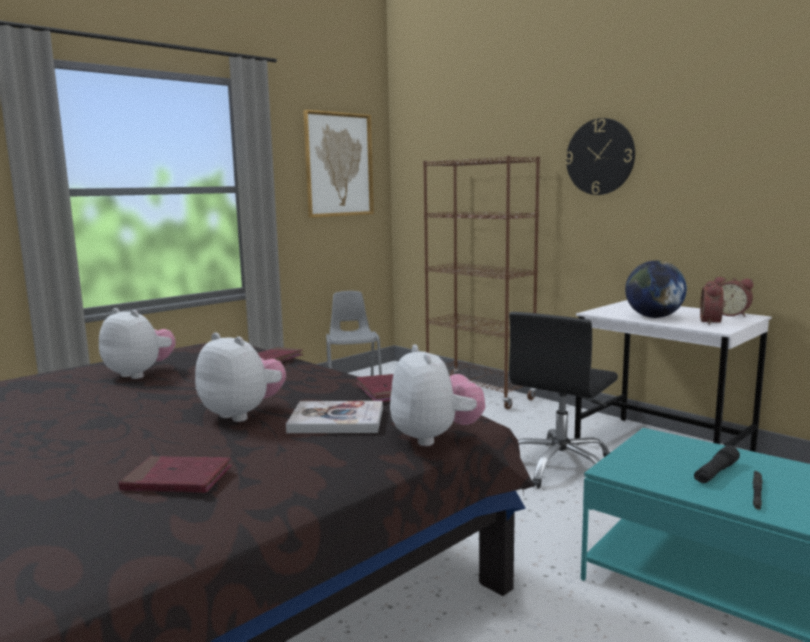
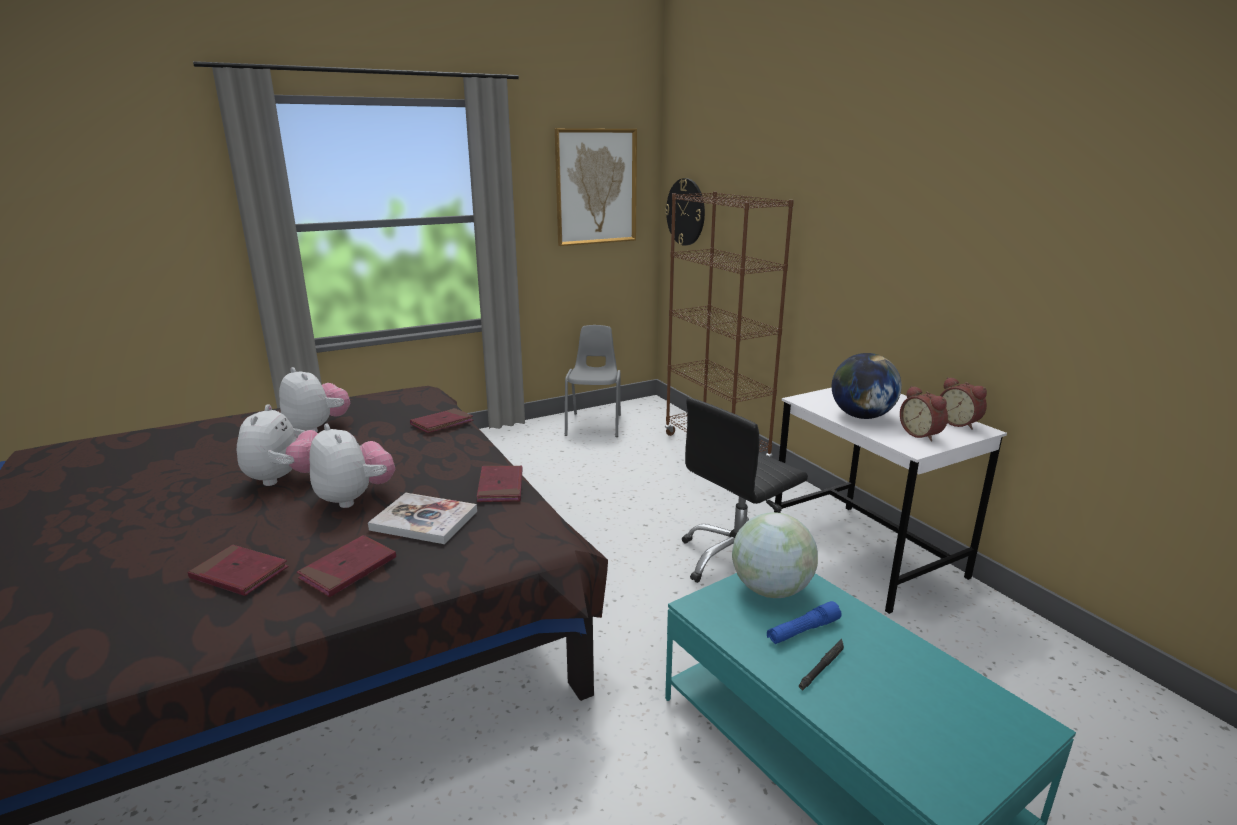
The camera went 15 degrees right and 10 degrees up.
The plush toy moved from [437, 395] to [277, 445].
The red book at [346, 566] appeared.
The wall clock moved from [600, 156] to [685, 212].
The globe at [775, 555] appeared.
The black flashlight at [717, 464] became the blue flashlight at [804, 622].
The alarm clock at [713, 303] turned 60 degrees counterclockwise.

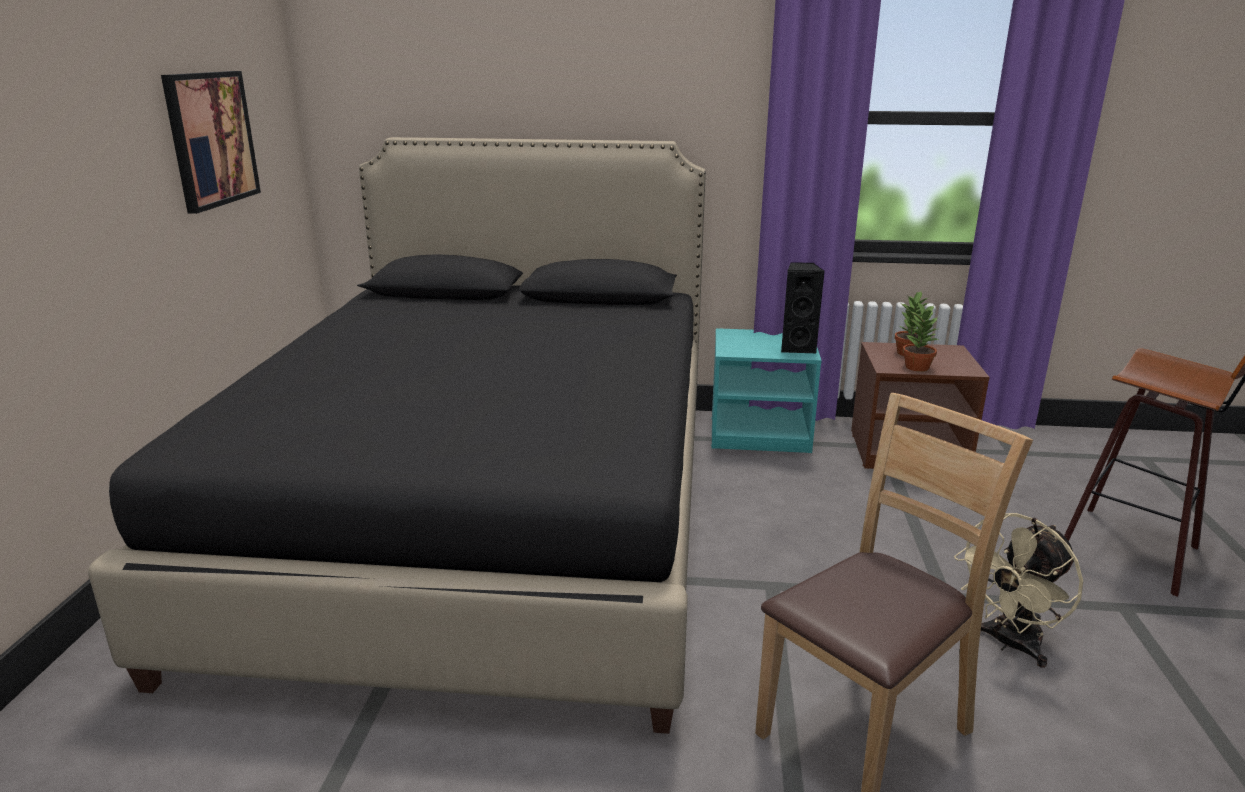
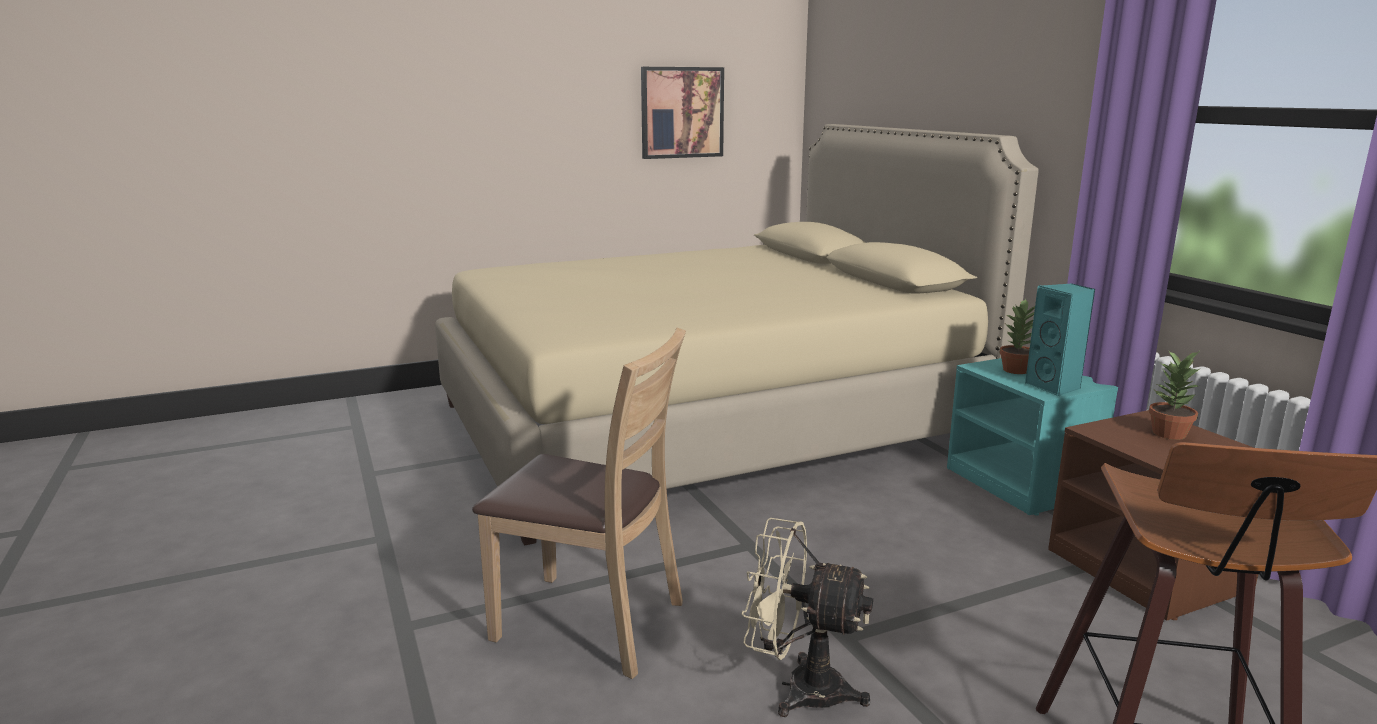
The camera went 60 degrees right and 5 degrees down.
The black bed at [397, 435] became the beige bed at [737, 335].
The potted plant moved from [921, 337] to [1017, 336].
The black speaker at [803, 308] became the turquoise speaker at [1060, 339].

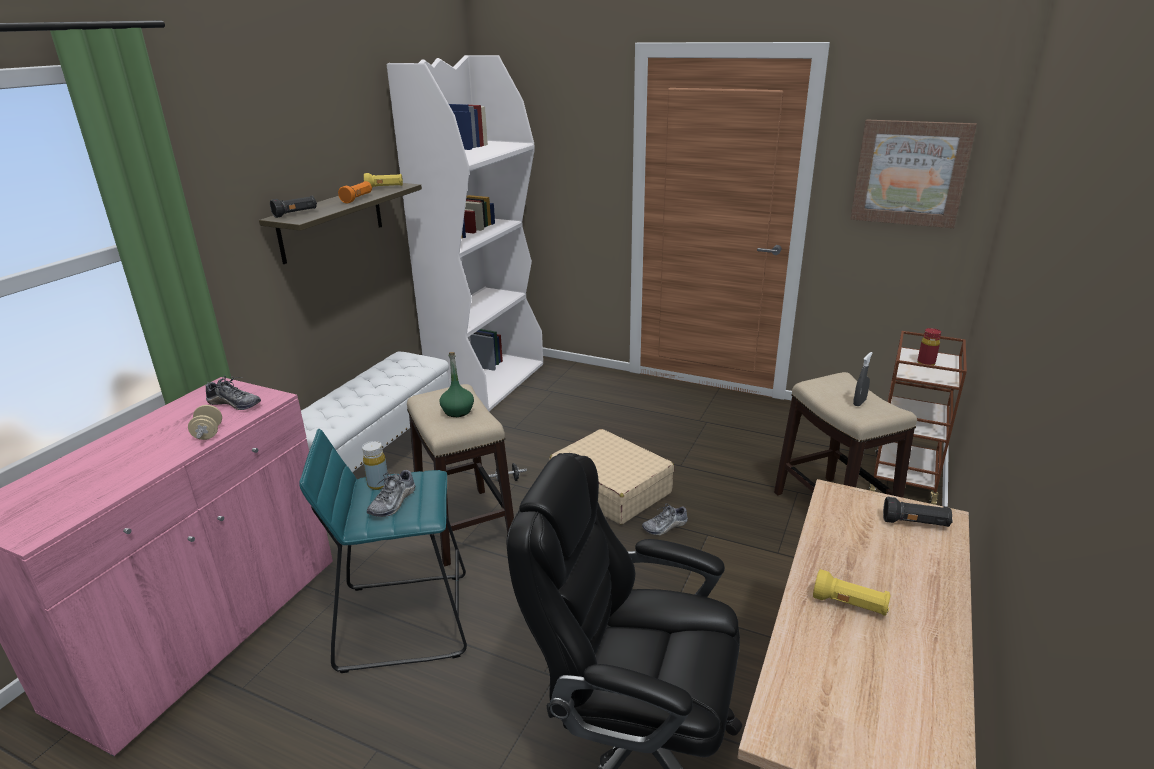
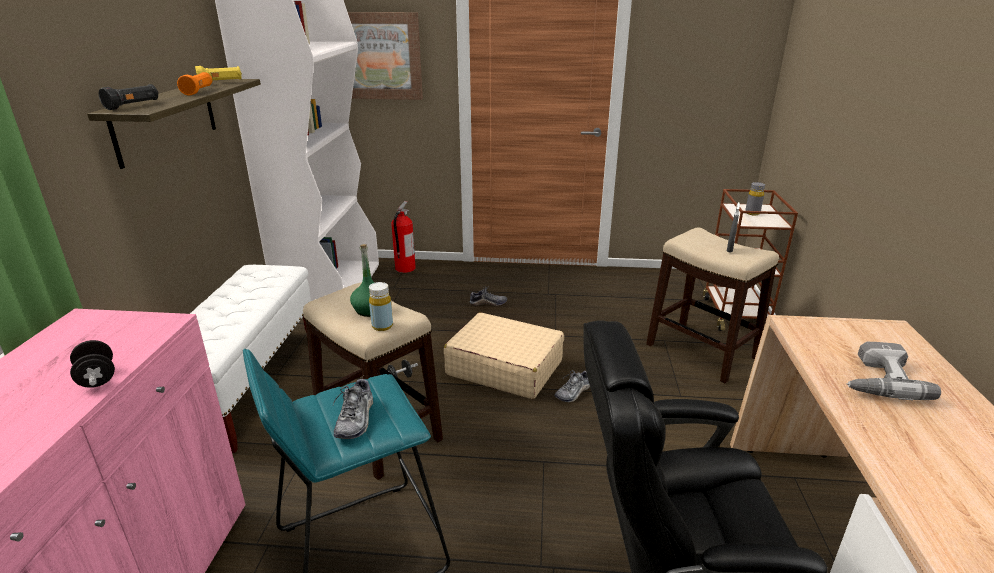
The camera went 20 degrees left and 0 degrees up.
The beige dumbbell at [205, 422] became the black dumbbell at [92, 364].
The picture moved from [913, 173] to [385, 56].
The yellow bottle moved from [375, 465] to [381, 306].
The fire extinguisher at [403, 237] appeared.
The shoe moved from [233, 392] to [488, 296].
The red bottle at [929, 346] became the grey bottle at [755, 198].
The power drill at [894, 371] appeared.
The yellow flashlight at [852, 592] disappeared.
The black flashlight at [918, 512] disappeared.

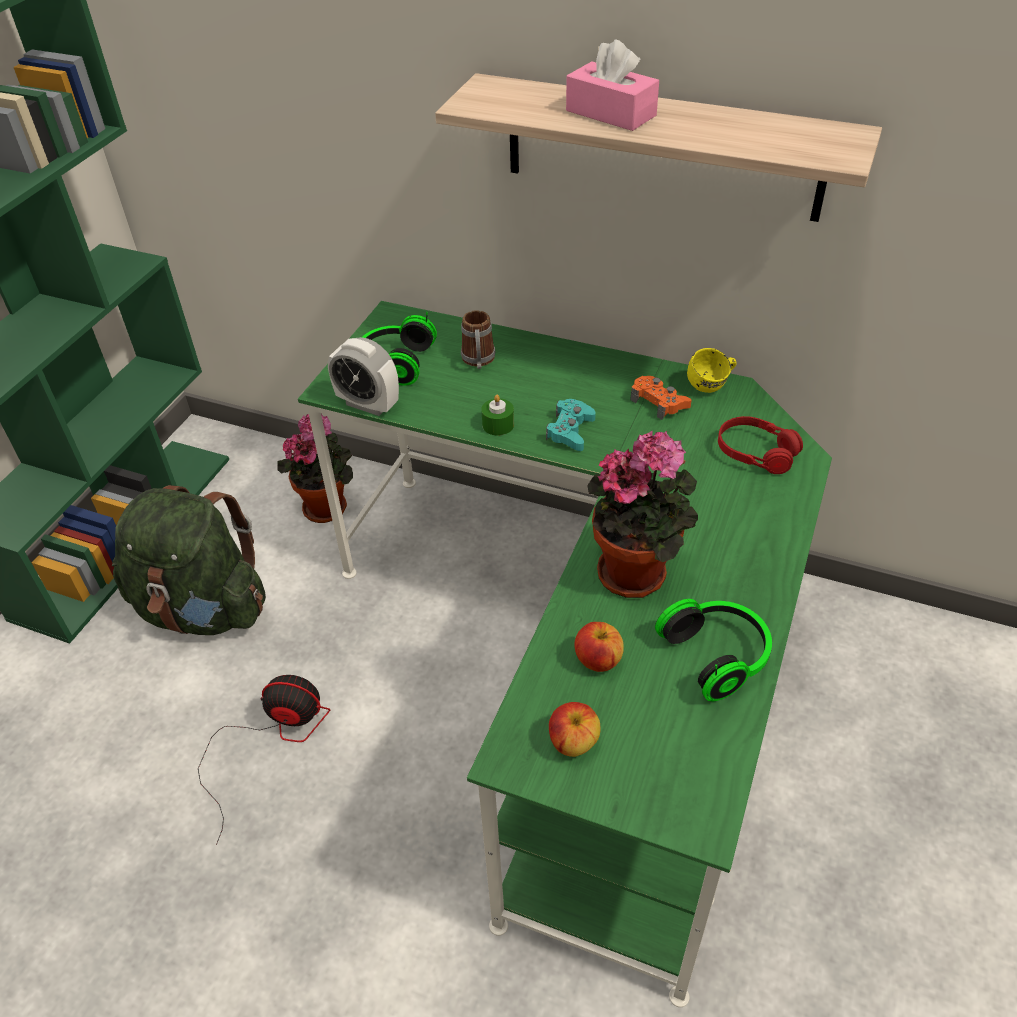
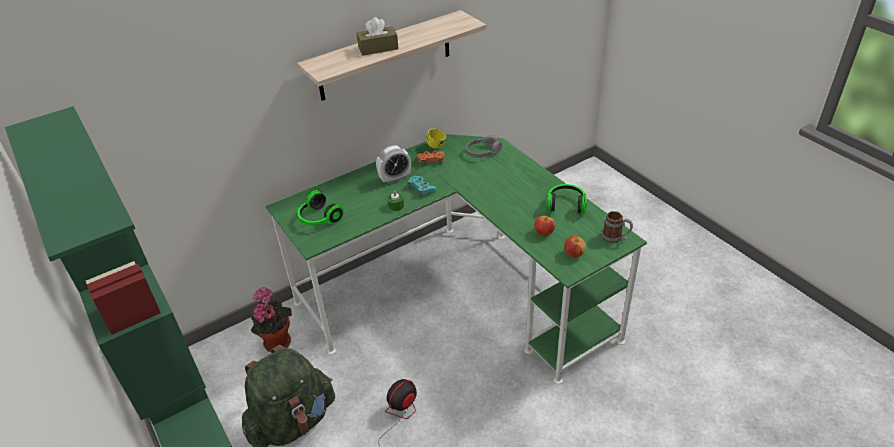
The camera went 55 degrees left and 5 degrees down.
The pink tissue box at [612, 85] became the brown tissue box at [377, 36].
The alarm clock moved from [363, 376] to [393, 164].
The red headphones at [760, 445] became the grey headphones at [484, 146].
The mug moved from [478, 339] to [617, 227].
The potted plant at [642, 514] disappeared.

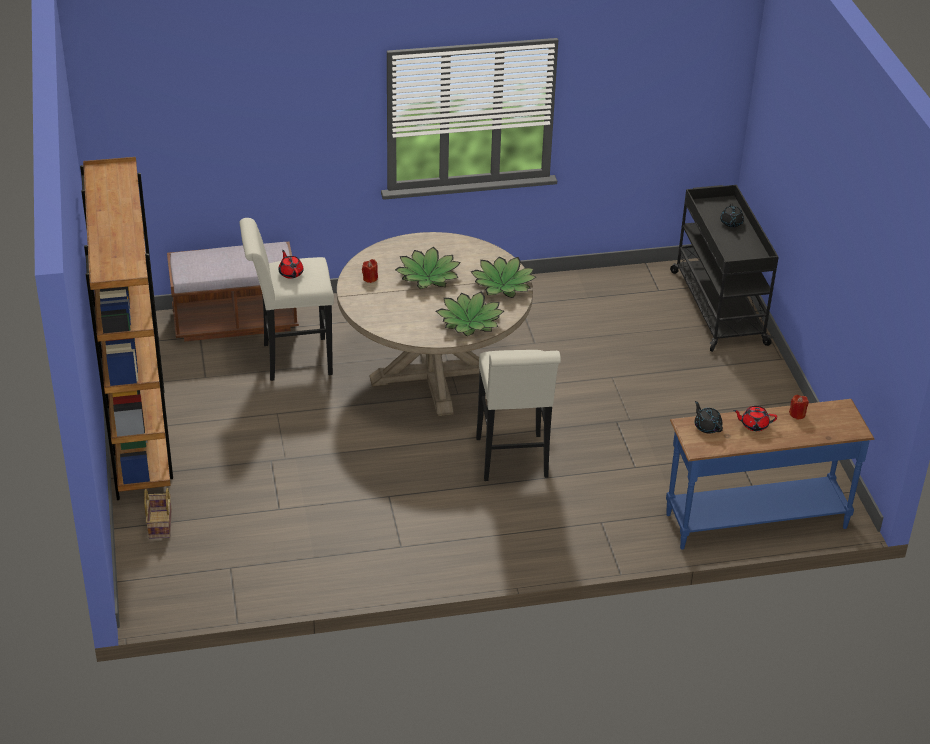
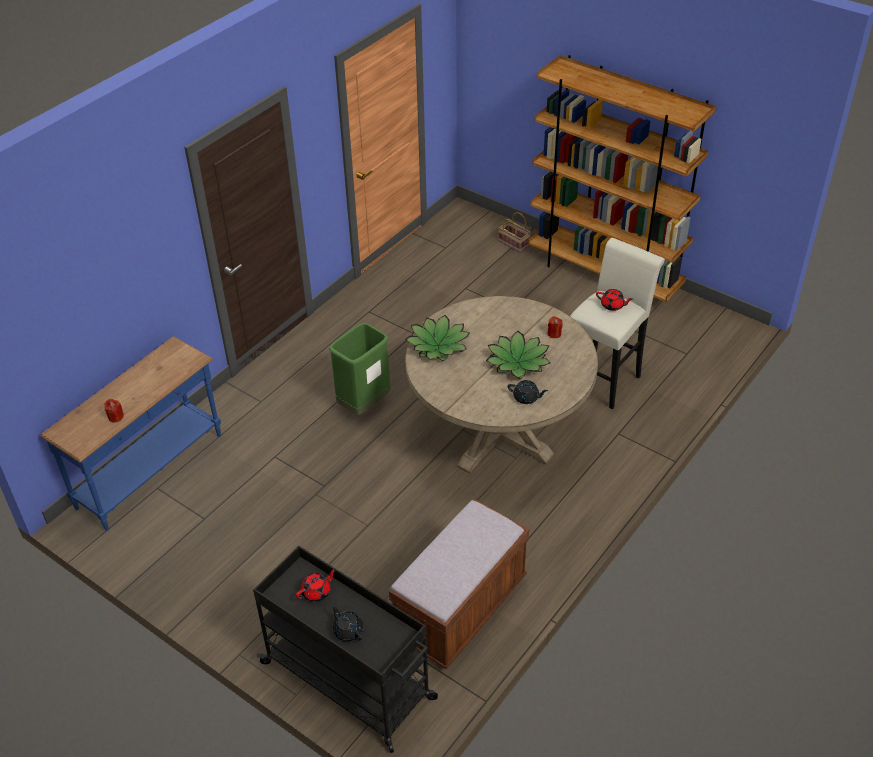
The camera went 140 degrees right and 5 degrees up.
The red teapot moved from [755, 418] to [316, 585].
The white stool at [518, 415] was replaced by the green trash can at [359, 369].
The brown bench moved from [233, 292] to [459, 584].
The black teapot moved from [709, 417] to [528, 392].
The potted plant at [503, 277] disappeared.

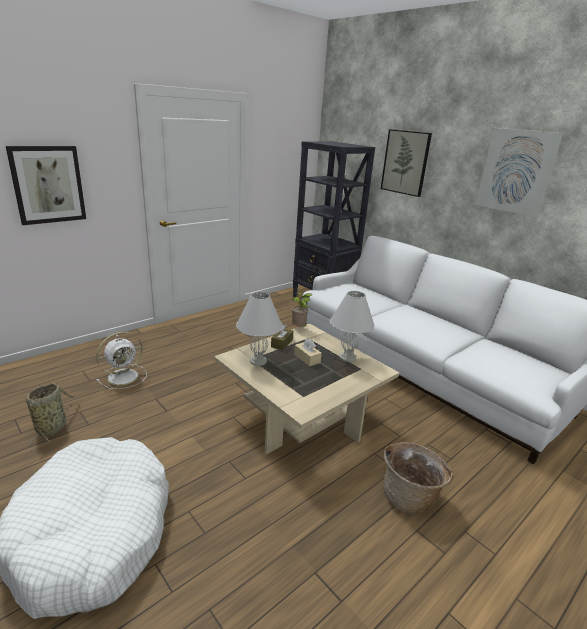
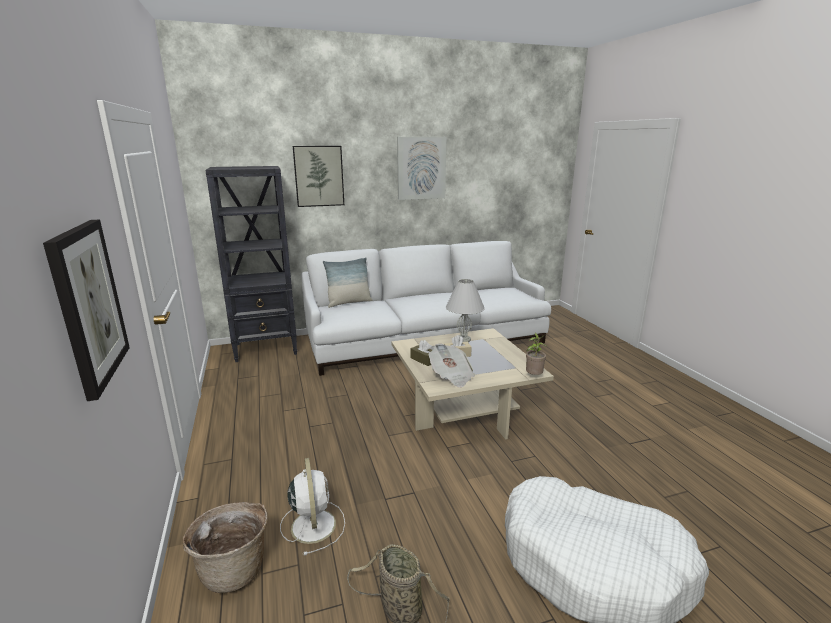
The camera went 65 degrees left and 5 degrees down.
The basket moved from [418, 478] to [225, 547].
The pillow at [348, 282] appeared.
The white table lamp at [259, 329] was replaced by the newspaper at [452, 365].
The potted plant moved from [302, 310] to [536, 354].

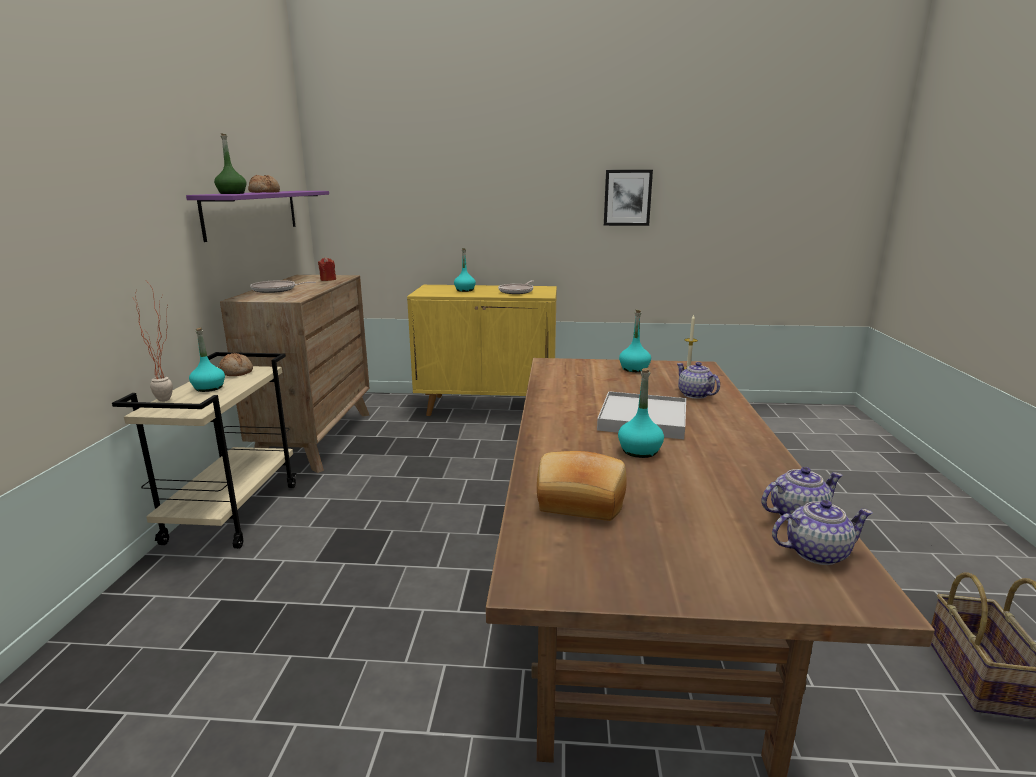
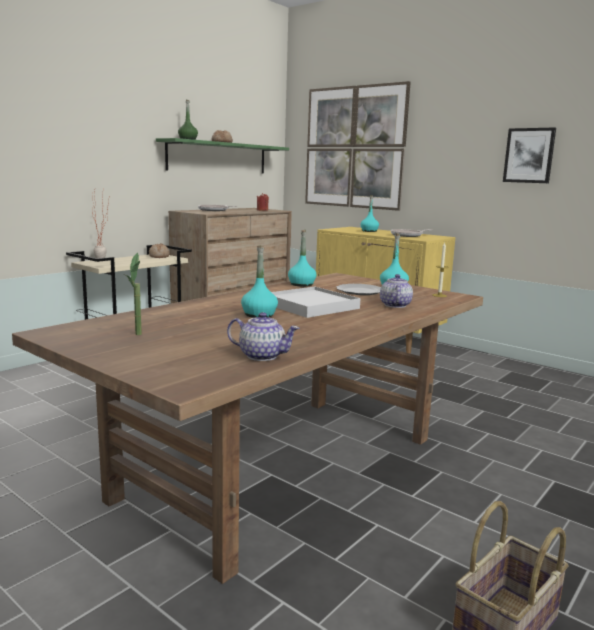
The camera went 35 degrees right and 5 degrees down.
The potted plant at [133, 293] appeared.
The purple shelf at [257, 216] became the green shelf at [222, 156].
The turquoise bottle moved from [207, 360] to [302, 258].
The picture at [358, 146] appeared.
The plate at [358, 289] appeared.
The bread at [582, 486] disappeared.
The teapot at [822, 532] disappeared.

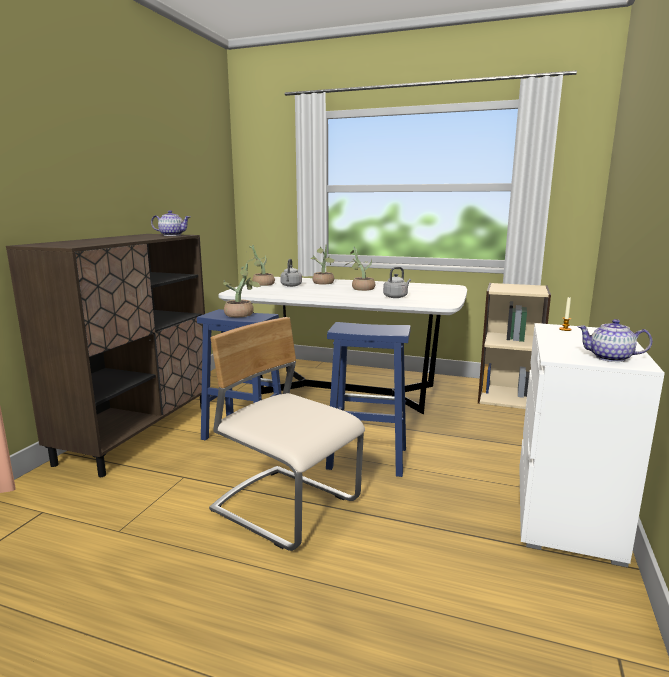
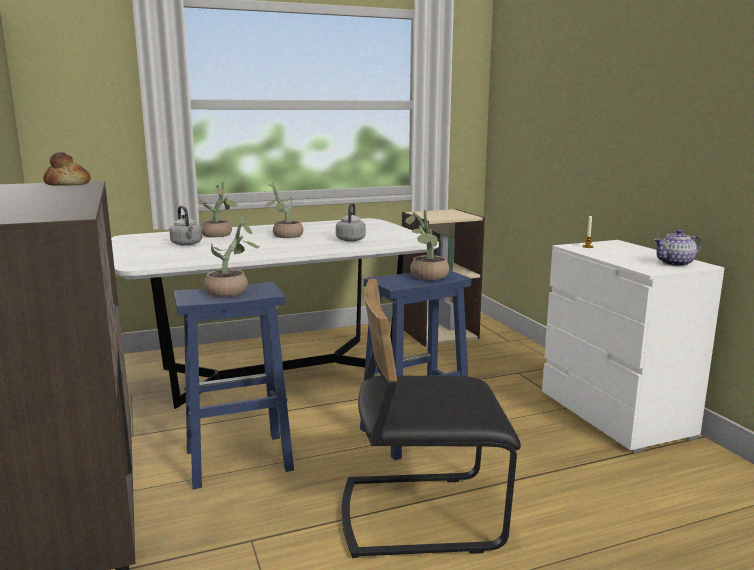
The camera went 40 degrees left and 0 degrees up.
The teapot at [170, 223] was replaced by the bread at [67, 169].
The beige chair at [287, 434] became the black chair at [431, 418].
The potted plant moved from [260, 265] to [427, 244].

